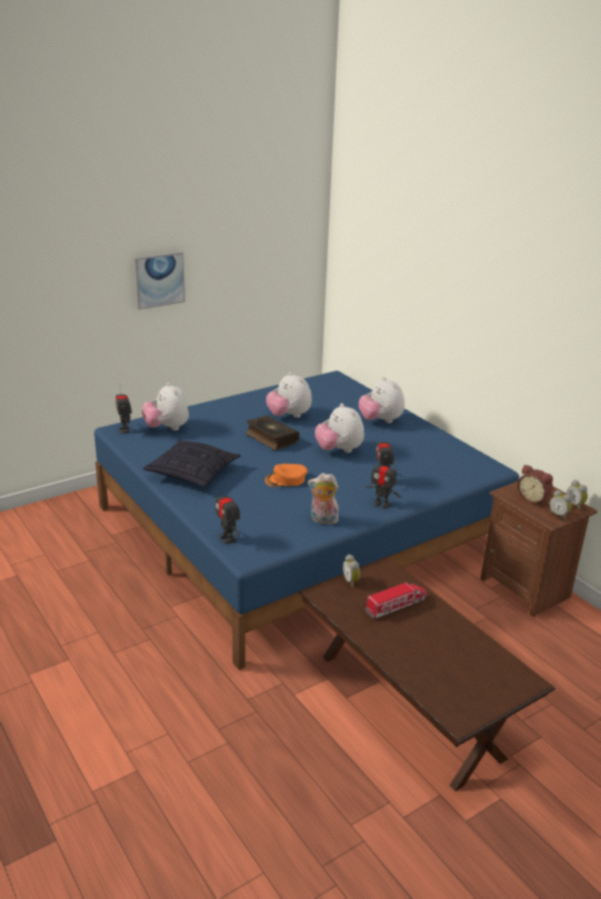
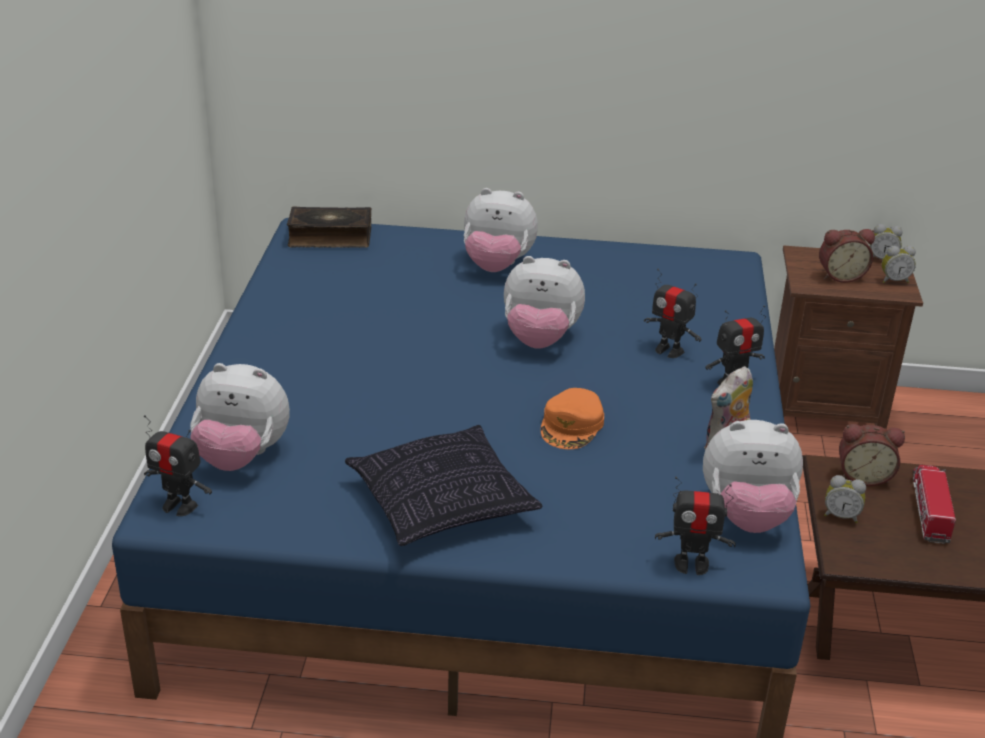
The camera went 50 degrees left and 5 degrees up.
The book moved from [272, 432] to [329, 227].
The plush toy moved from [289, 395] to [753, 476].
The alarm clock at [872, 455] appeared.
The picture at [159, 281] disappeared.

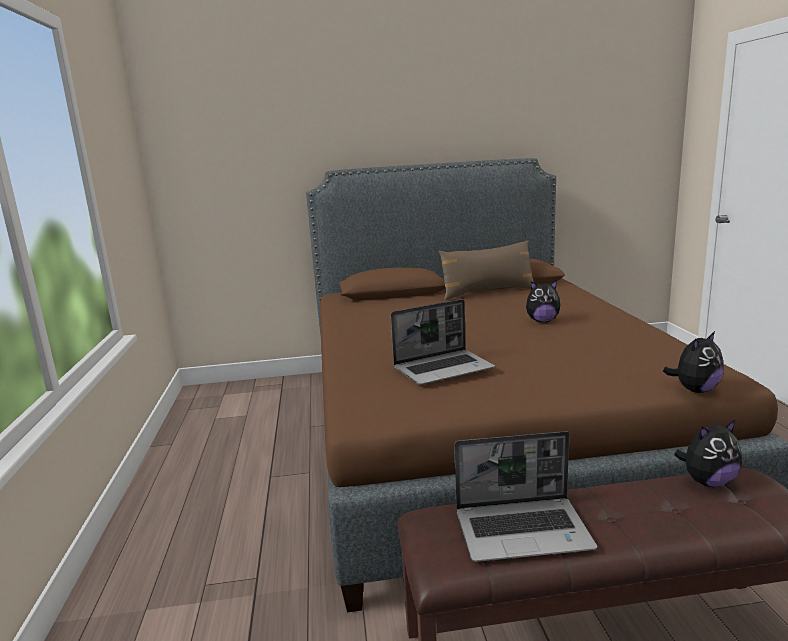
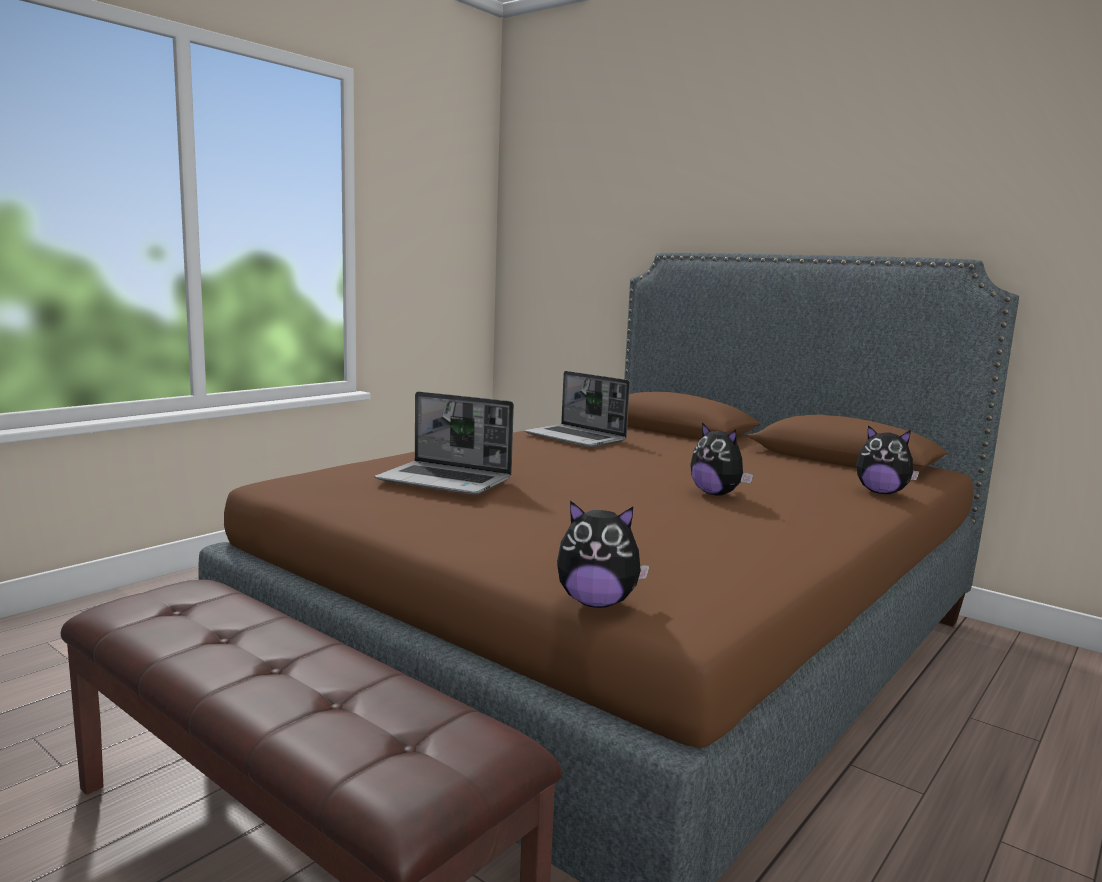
The camera went 45 degrees right and 5 degrees down.
The laptop moved from [525, 496] to [577, 409].
The plush toy moved from [708, 453] to [888, 459].
The brown pillow at [486, 270] disappeared.

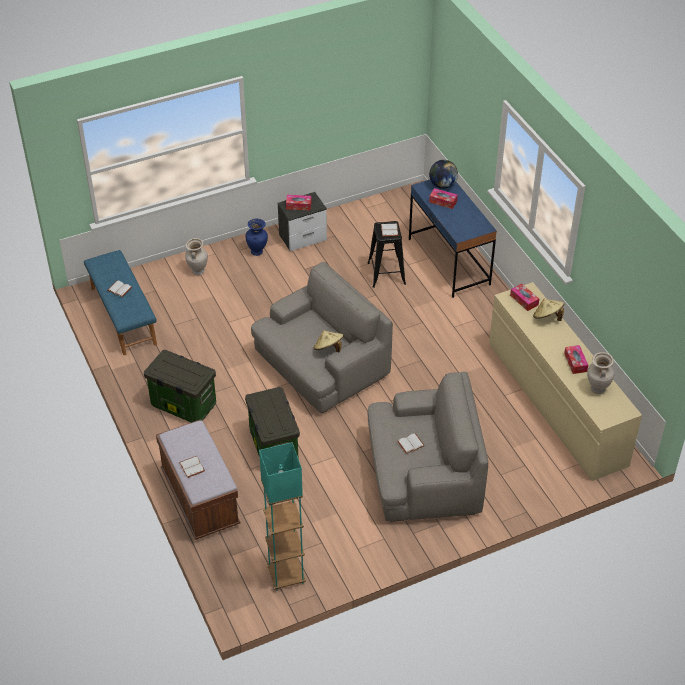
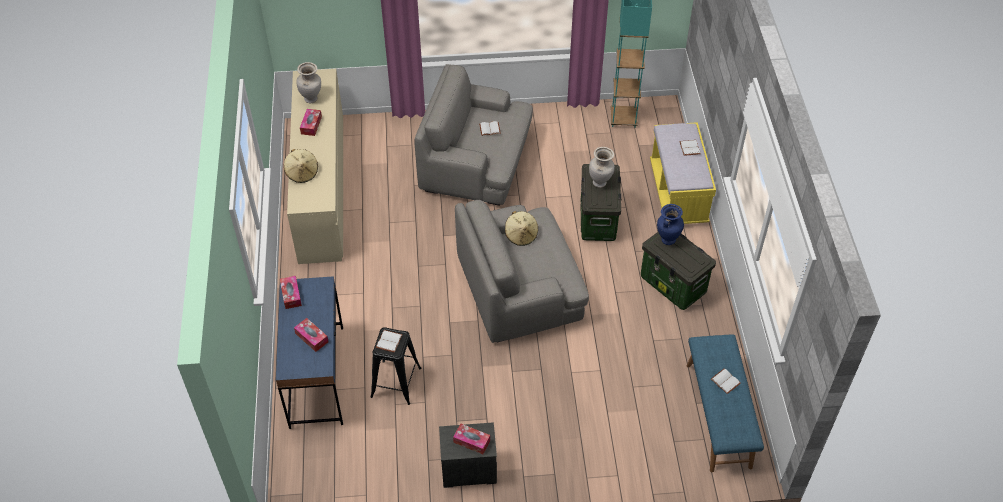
The camera went 160 degrees left and 5 degrees up.
The tissue box moved from [524, 297] to [291, 292].
The beige vase moved from [196, 256] to [602, 167].
The brown bench at [198, 479] became the yellow bench at [683, 173].
The blue vase moved from [257, 237] to [670, 224].
The globe at [443, 174] disappeared.

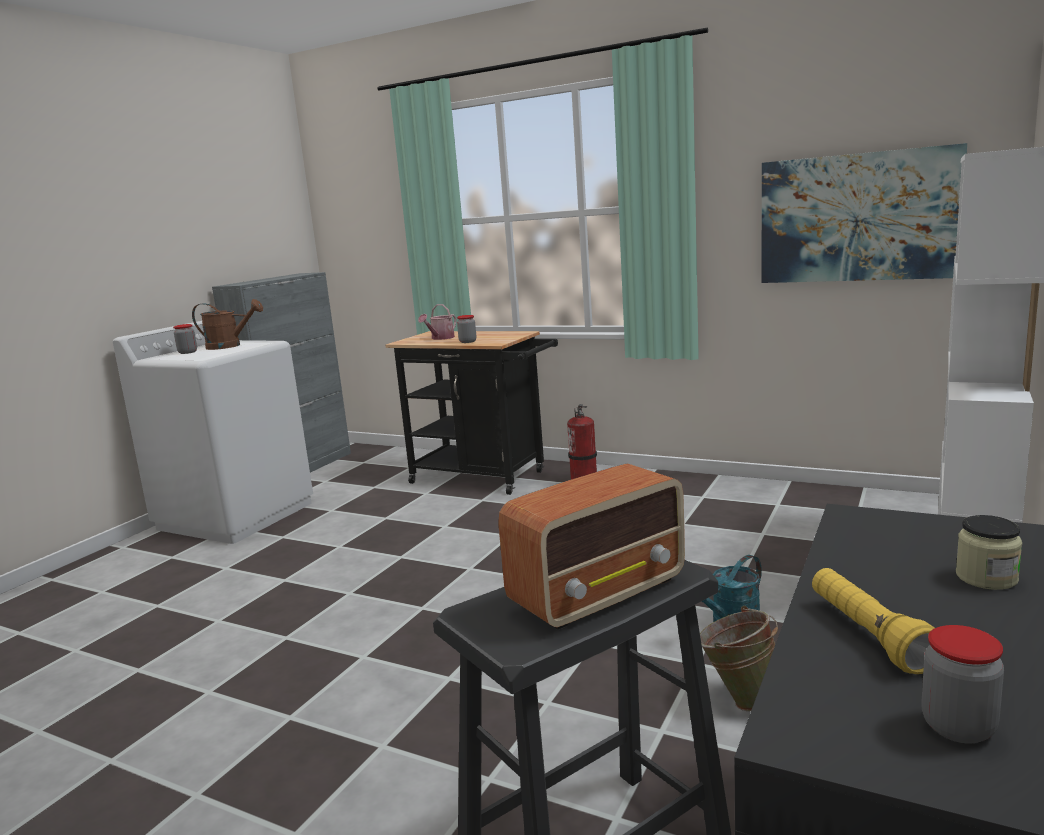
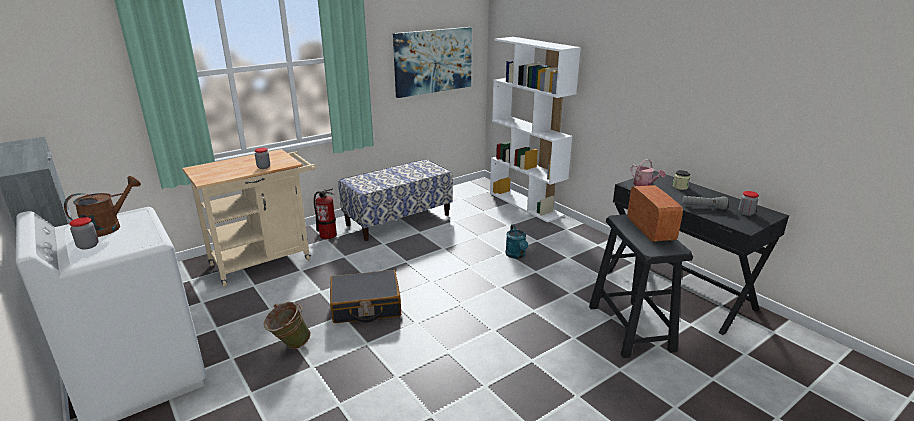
The camera went 65 degrees left and 10 degrees up.
The black cart at [471, 413] became the beige cart at [249, 218].
The green bucket moved from [739, 658] to [287, 325].
The black suitcase at [365, 296] appeared.
The bench at [395, 200] appeared.
The watering can moved from [437, 322] to [648, 172].
The yellow flashlight at [873, 621] became the grey flashlight at [705, 203].

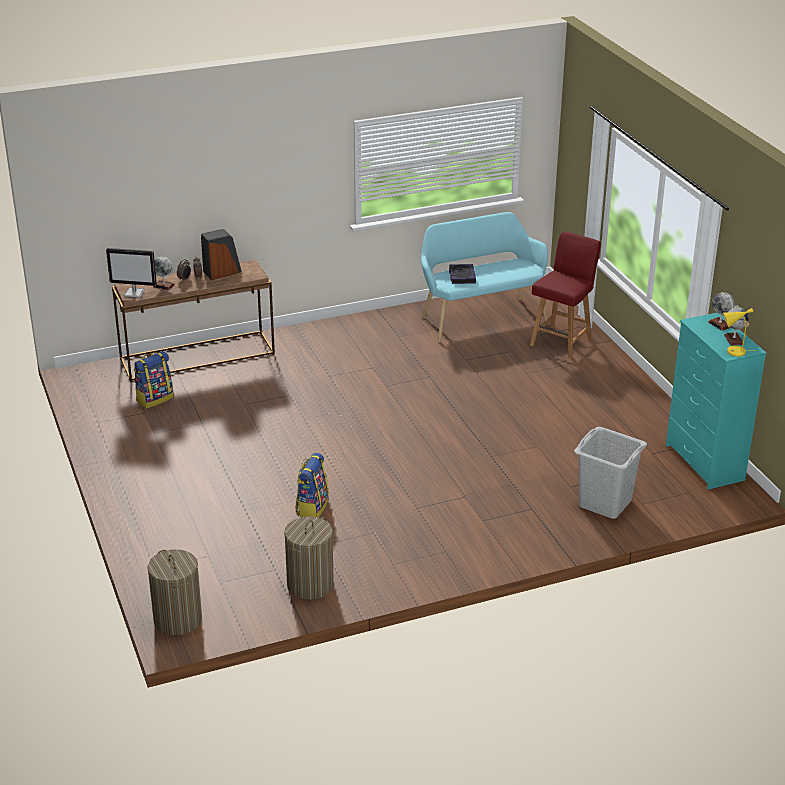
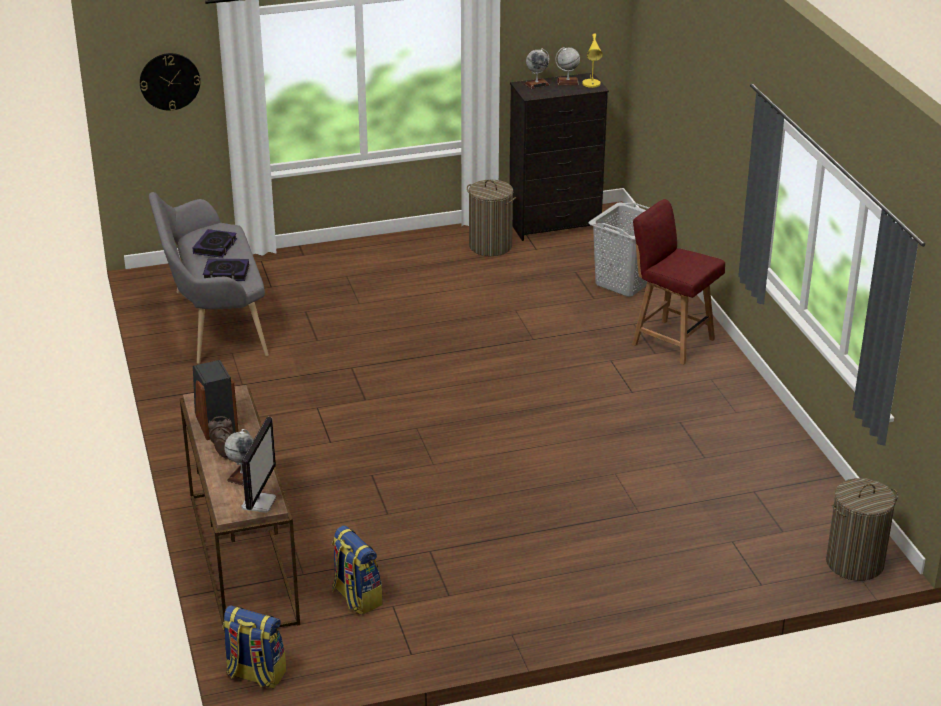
The camera went 85 degrees left and 0 degrees up.
The wall clock at [170, 82] appeared.
The turquoise bench at [484, 277] became the grey bench at [209, 278].
The book at [215, 243] appeared.
The backpack moved from [312, 485] to [254, 646].
The laundry basket moved from [309, 558] to [491, 218].
The turquoise dresser at [716, 401] became the black dresser at [559, 157].
The red chair moved from [565, 294] to [678, 282].

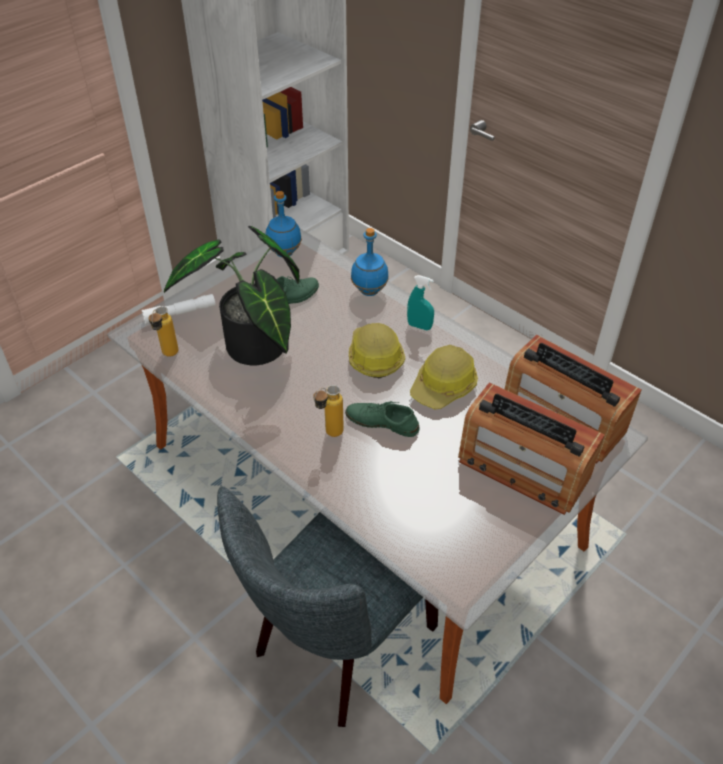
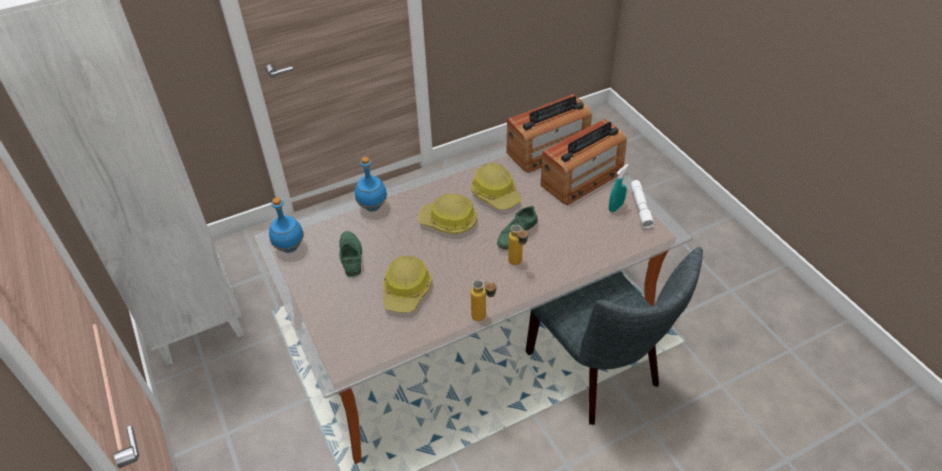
The camera went 70 degrees left and 0 degrees up.
The potted plant at [231, 295] was replaced by the hard hat at [407, 284].
The bottle moved from [163, 331] to [484, 300].
The turquoise spray bottle moved from [420, 302] to [619, 188].
The white flashlight moved from [178, 309] to [643, 204].

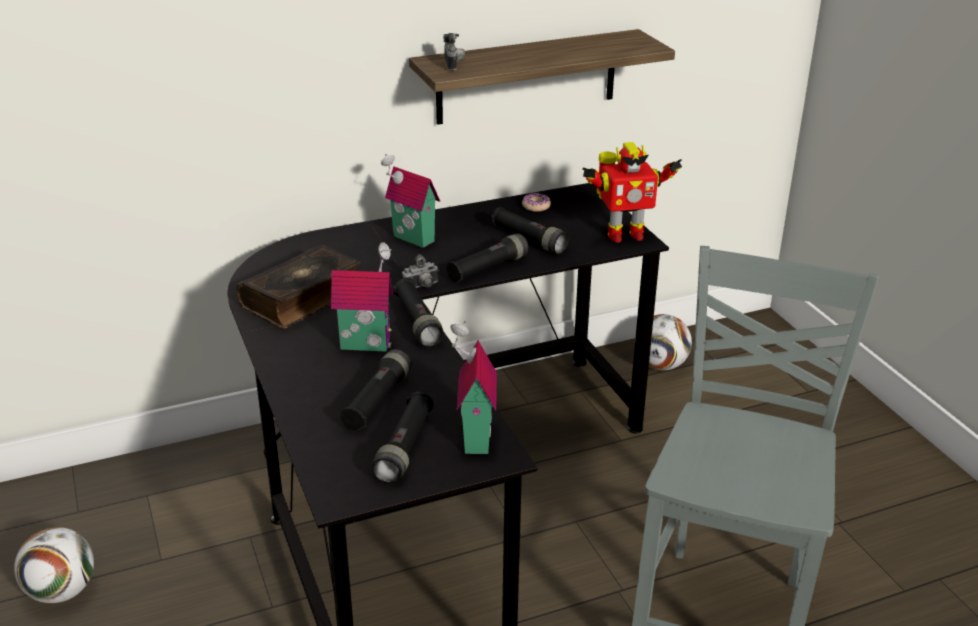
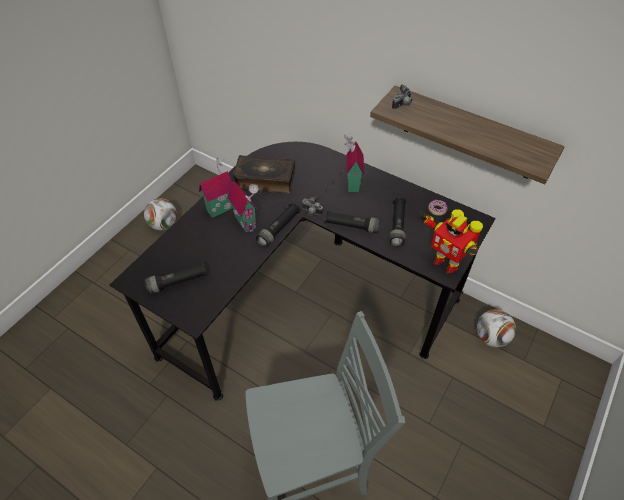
The camera went 55 degrees right and 20 degrees up.
The toy house moved from [474, 387] to [216, 187].
The black flashlight at [376, 389] disappeared.

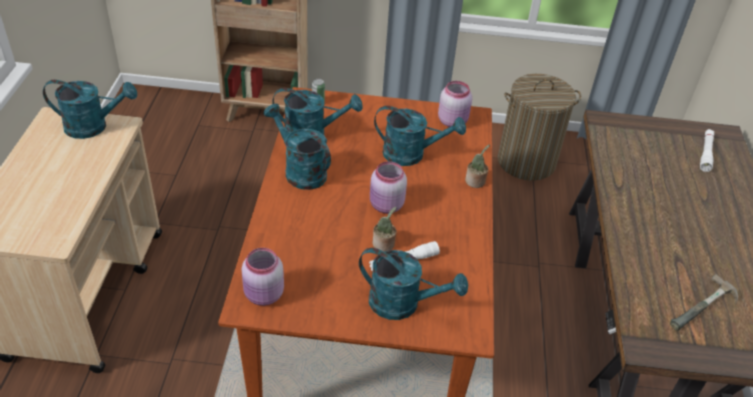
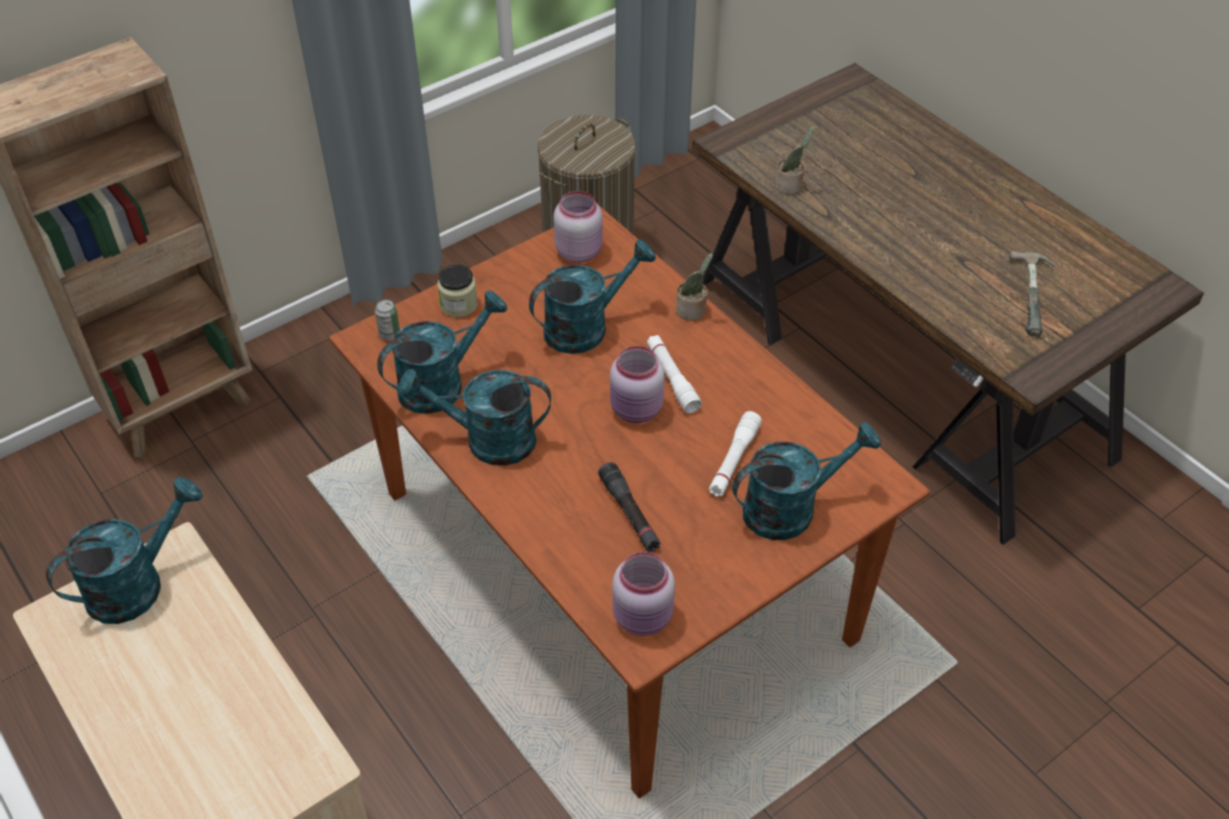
The camera went 40 degrees left and 5 degrees up.
The jar at [457, 290] appeared.
The black flashlight at [629, 507] appeared.
The white flashlight moved from [707, 150] to [674, 374].
The potted plant moved from [385, 229] to [794, 160].

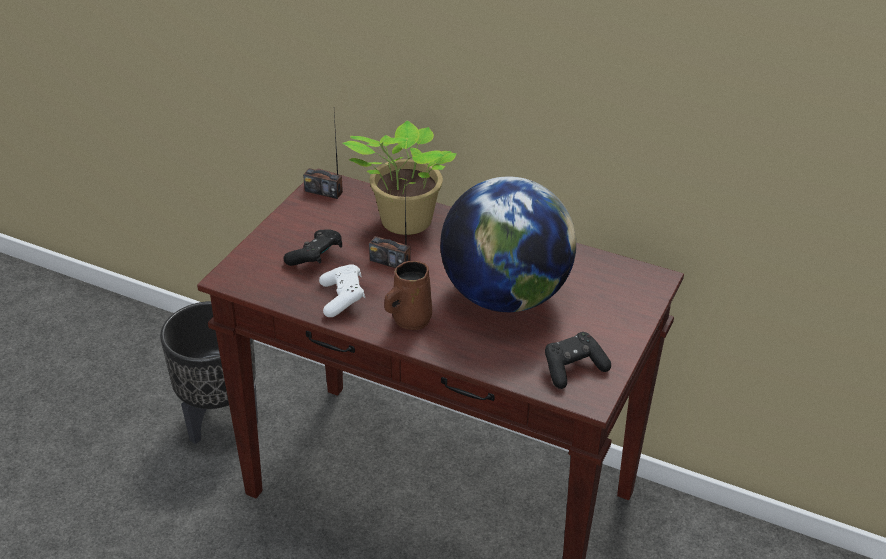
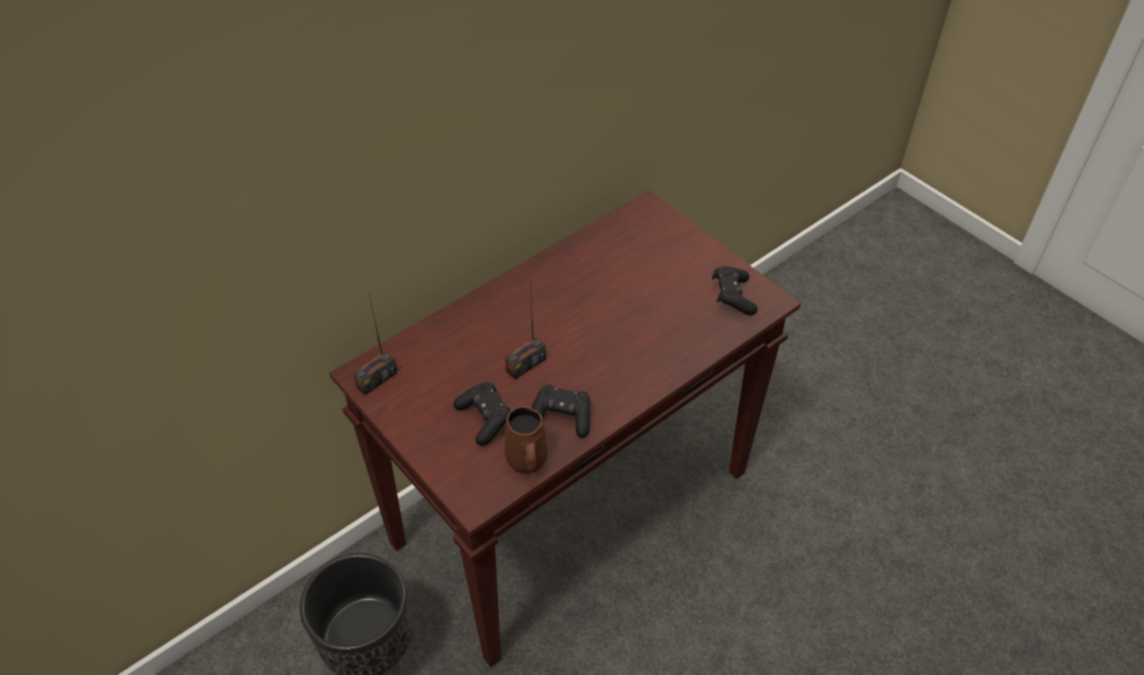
The camera went 65 degrees left and 10 degrees up.
The brown mug moved from [408, 295] to [526, 440].
The white game controller at [342, 290] became the black game controller at [560, 411].
The potted plant at [399, 178] disappeared.
The globe at [508, 244] disappeared.

